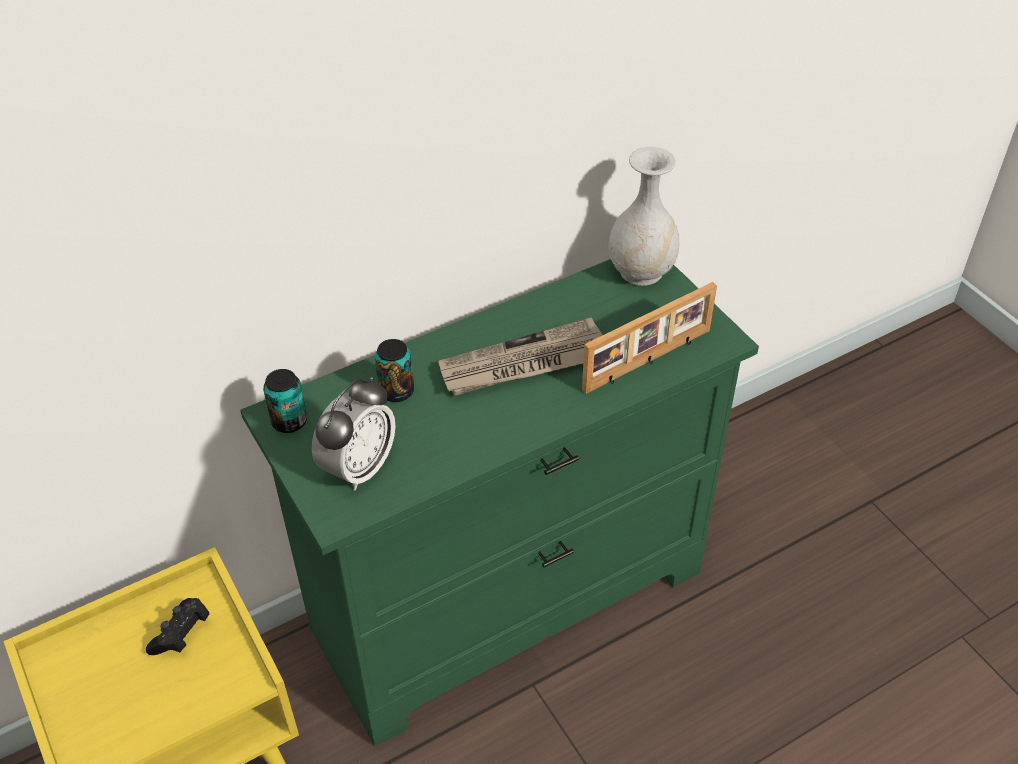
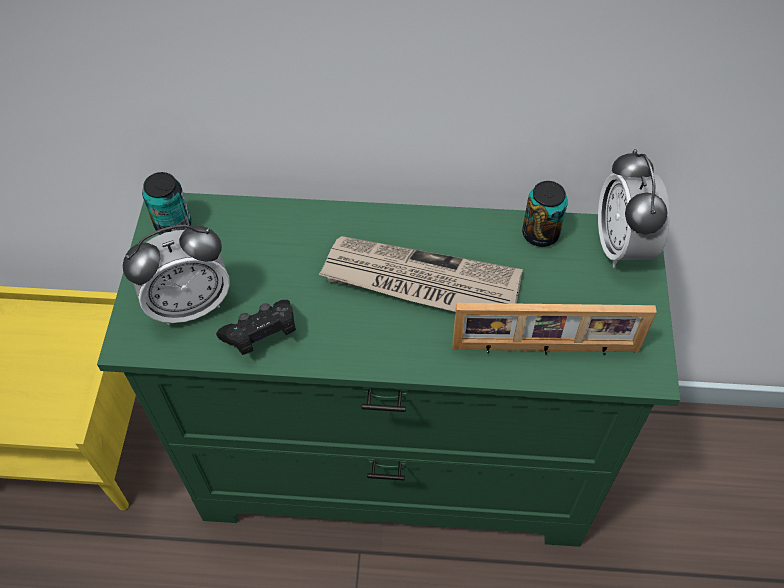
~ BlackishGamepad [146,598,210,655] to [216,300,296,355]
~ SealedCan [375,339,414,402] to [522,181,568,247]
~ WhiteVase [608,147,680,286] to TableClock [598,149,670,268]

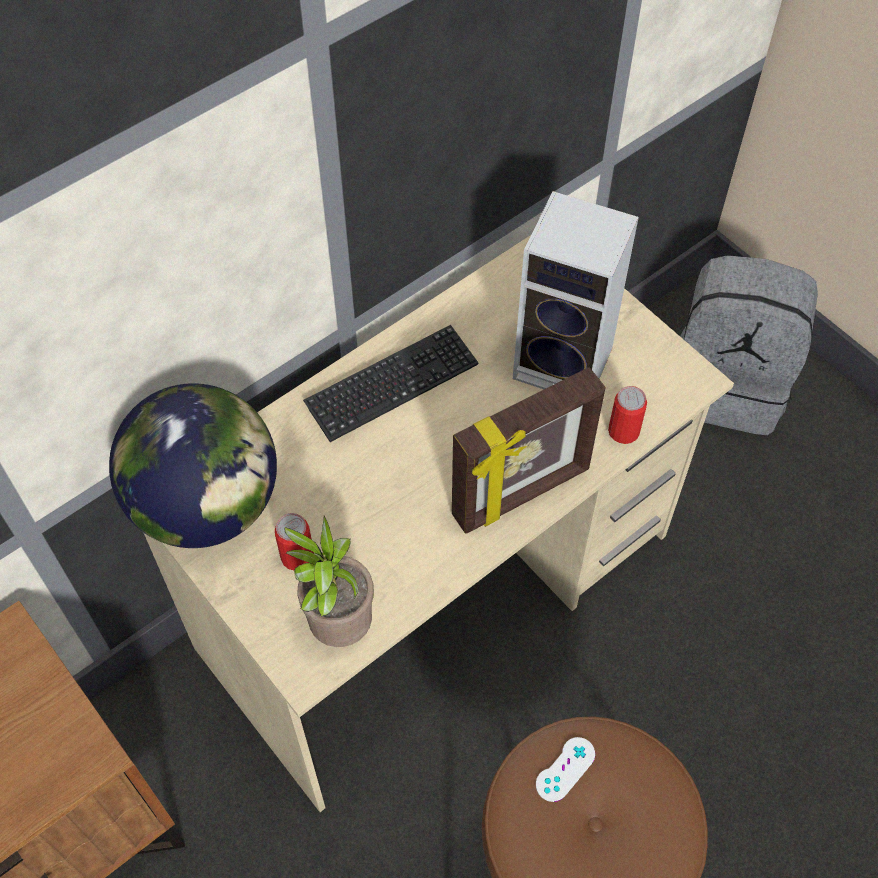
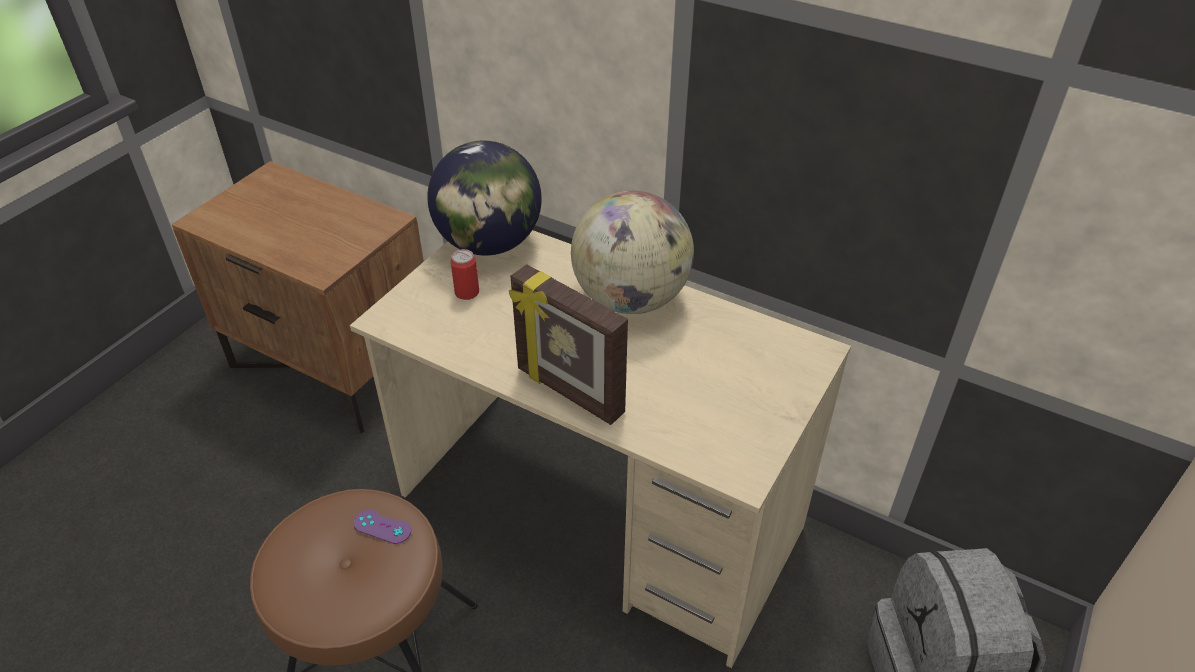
- PlantInAPot [285,516,374,647]
- Speaker [513,191,639,389]
- SealedCan [608,386,647,444]
~ Keyboard [303,325,478,442] to WorldGlobe [571,191,694,314]
~ WhiteGamepad [536,737,595,802] to PurpleGamepad [353,510,411,544]

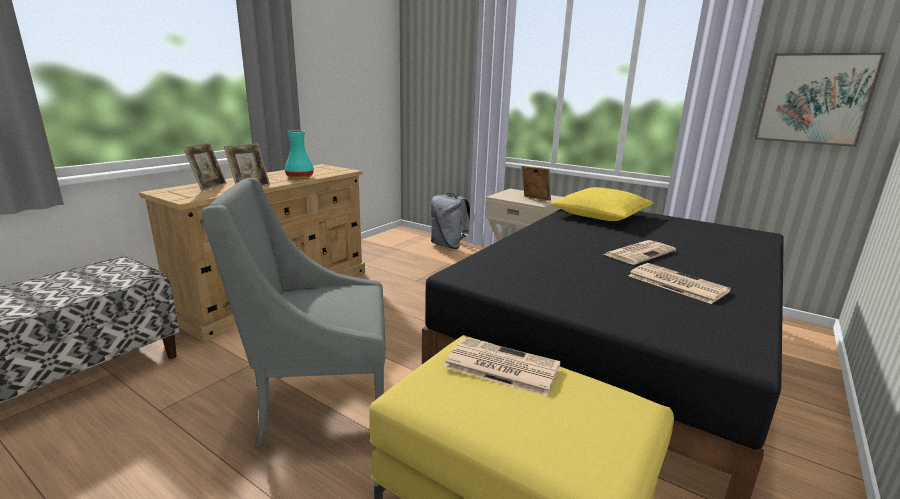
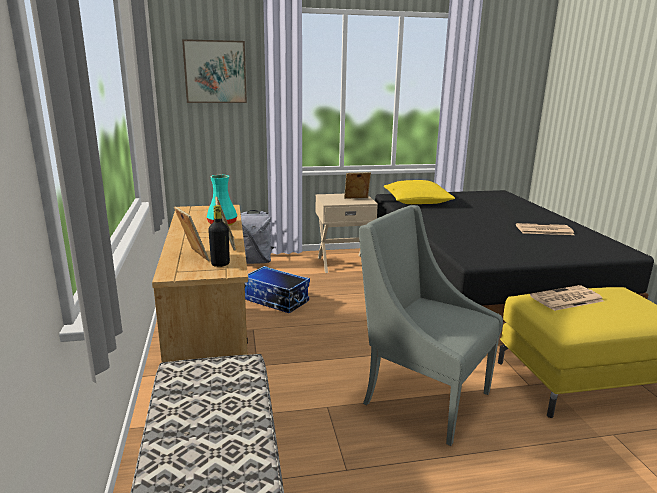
- DailyPaper [602,240,676,265]
+ BlackishBottle [208,205,230,267]
+ StorageBox [245,266,310,313]
~ Picture [754,53,885,147] to [182,39,247,103]
~ GreyLoungeChair [201,178,386,447] = [359,205,503,446] 90 degrees clockwise

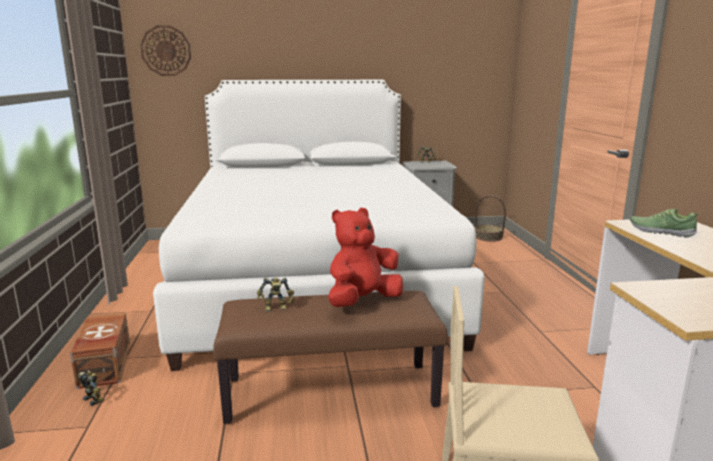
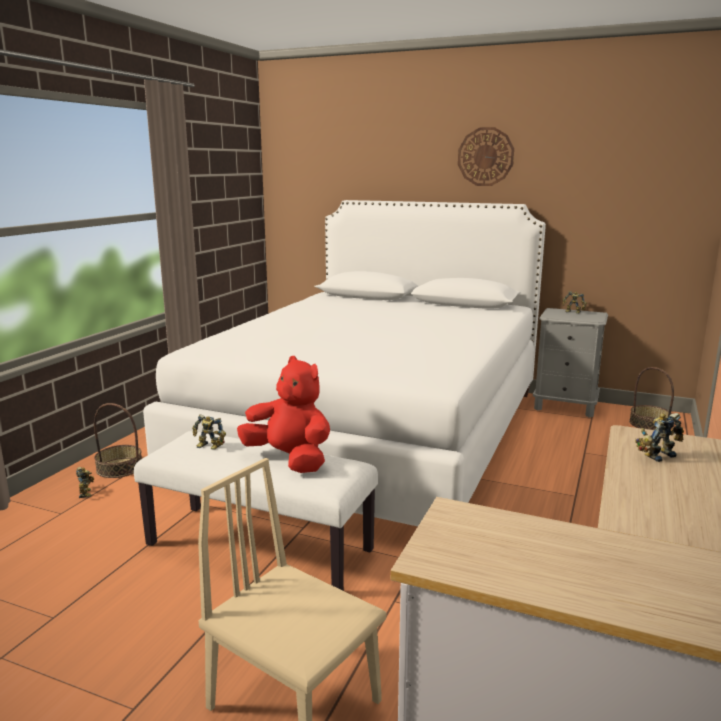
~ HangingClock [140,25,191,76] to [458,127,514,186]
~ BrownStorageBox [70,313,130,389] to HouseholdBasket [94,403,142,478]
~ Shoe [630,209,700,238] to ModelRobot [635,413,684,462]
~ BrownLongSeat [213,291,448,424] to WhiteLongSeat [134,431,378,591]
~ ReddishPlushToy [328,207,404,307] = [237,356,330,473] 45 degrees clockwise

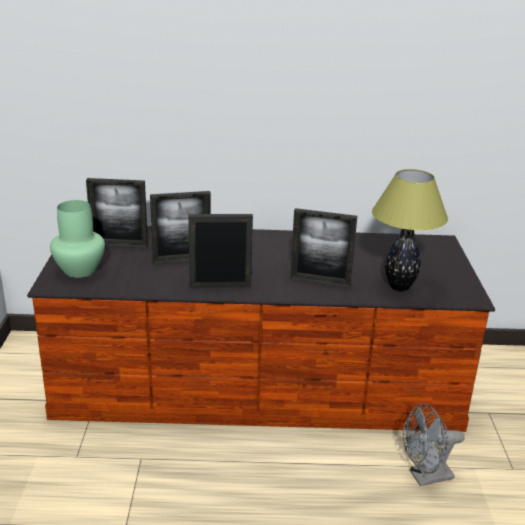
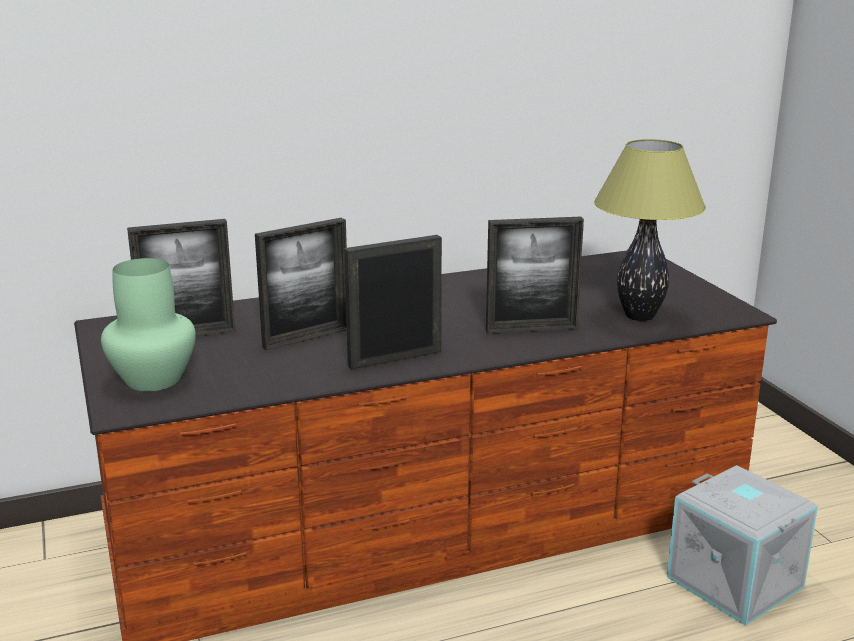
~ GreyElectricFan [403,403,465,486] to GreyStorageBox [667,465,818,626]

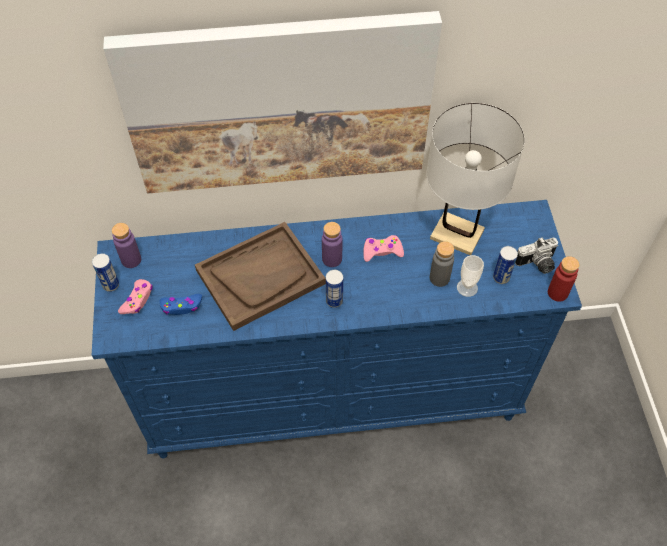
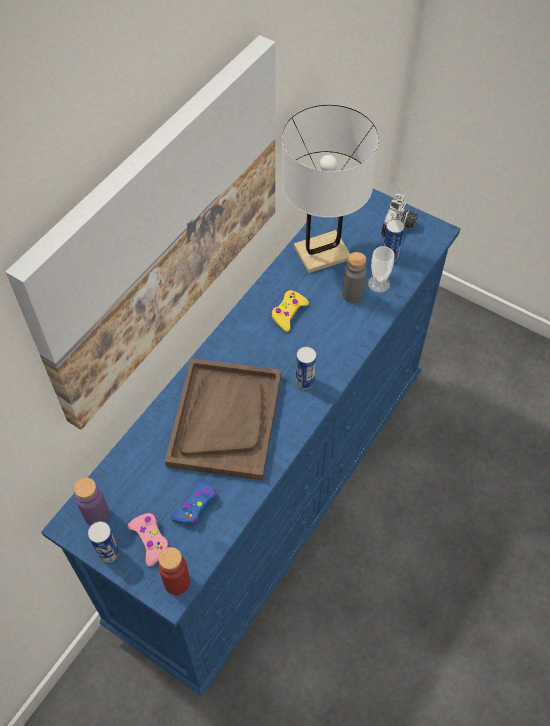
- PurpleBottle [322,222,343,267]
~ ReddishBottle [548,256,579,302] to [159,547,190,595]
~ PinkColouredGamepad [363,235,404,262] to YellowColouredGamepad [271,290,309,332]

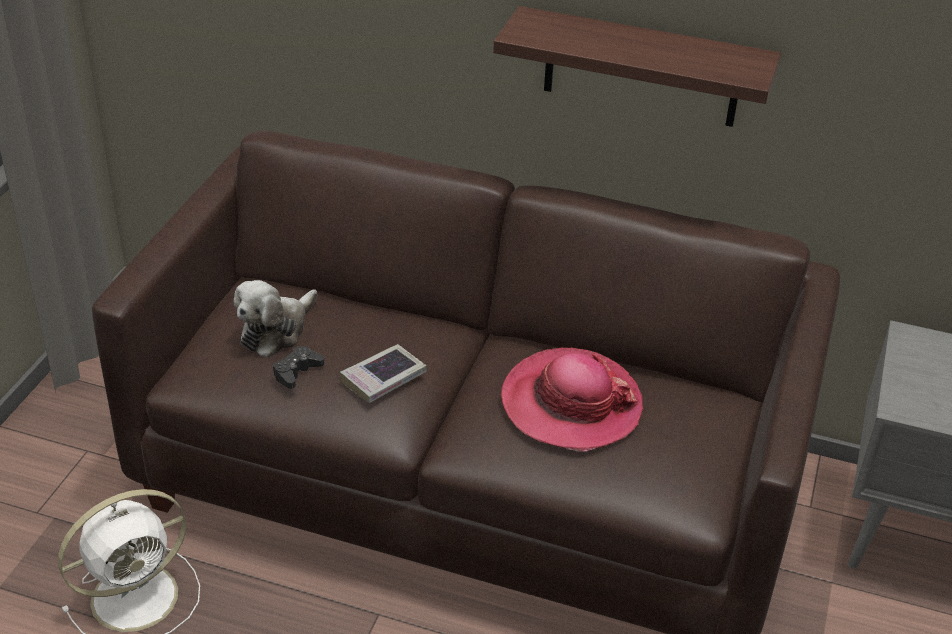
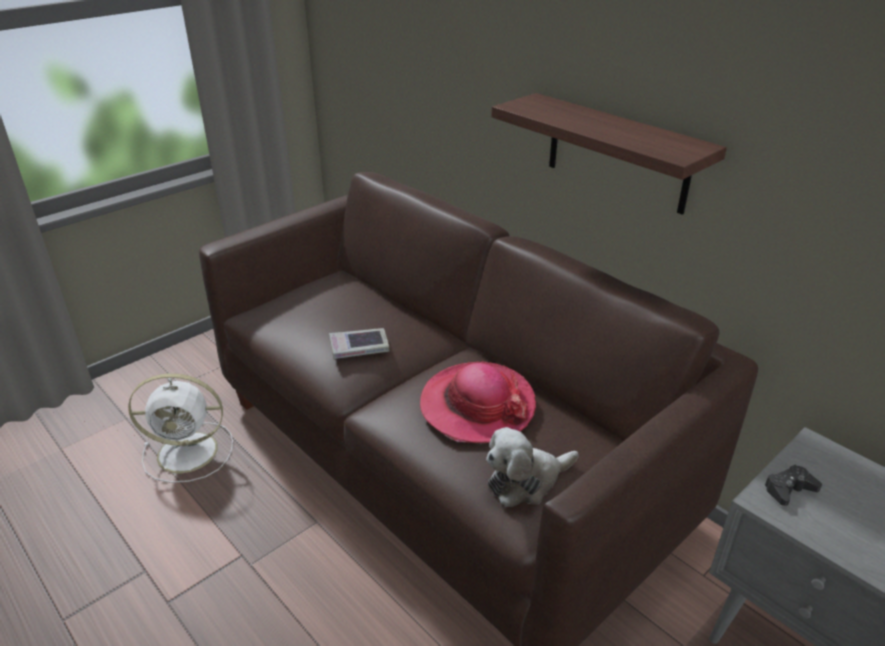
~ PlushToy [234,280,318,358] to [486,427,579,507]
~ BlackishGamepad [273,346,325,389] to [764,465,822,506]

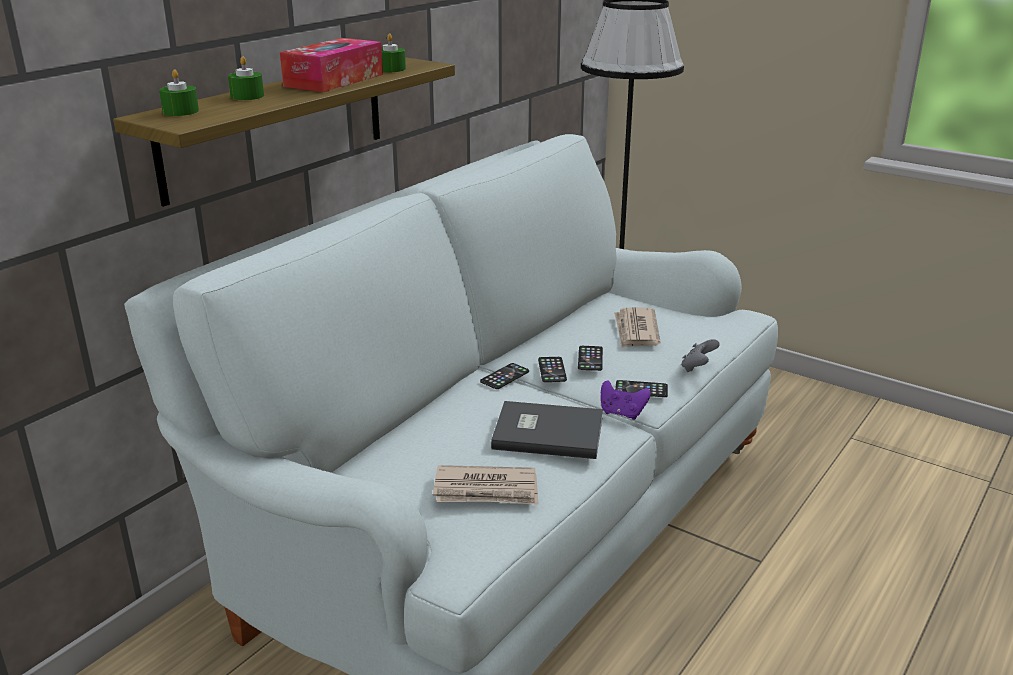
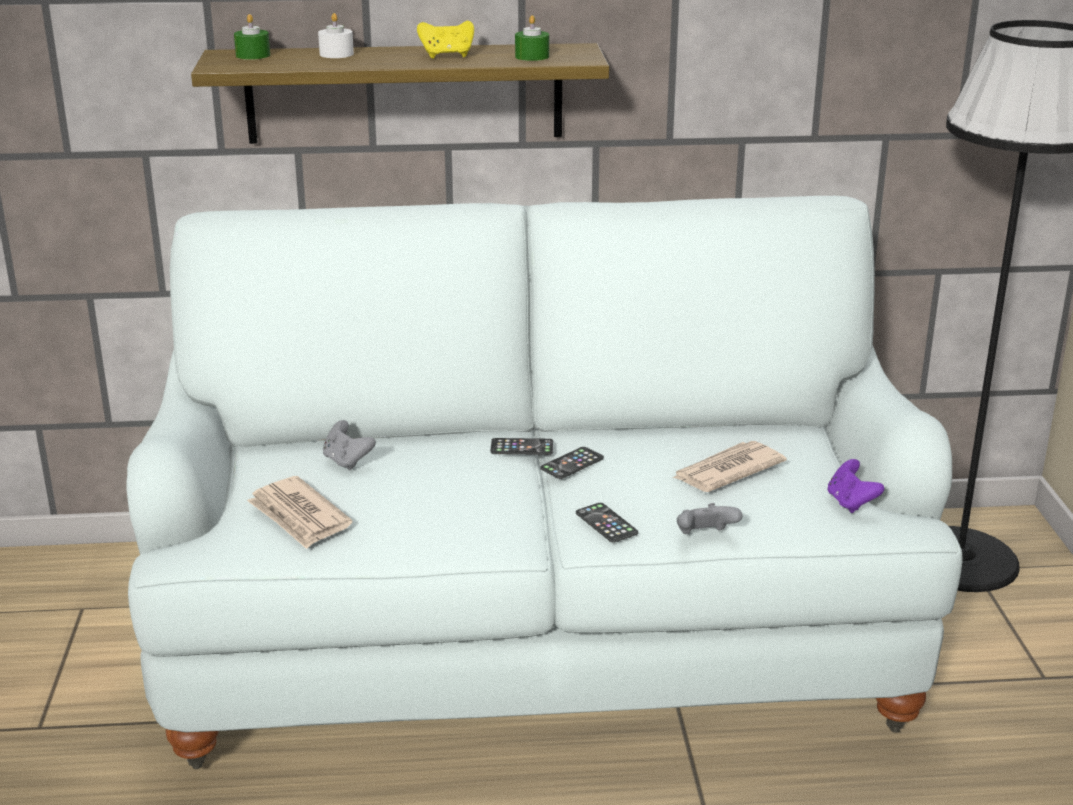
- GreyBook [491,401,603,459]
- Phone [578,346,603,371]
+ GreyGamepad [323,420,376,471]
~ PurpleGamepad [601,380,651,420] to [827,459,884,513]
~ TissueBox [280,38,383,92] to YellowColouredGamepad [417,21,474,59]
~ GreenishCandle [228,57,264,100] to WhiteCandle [318,13,354,58]

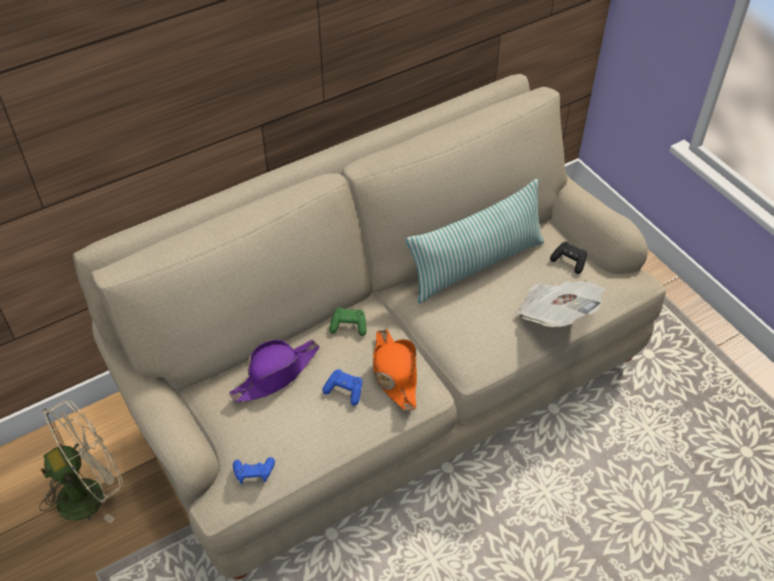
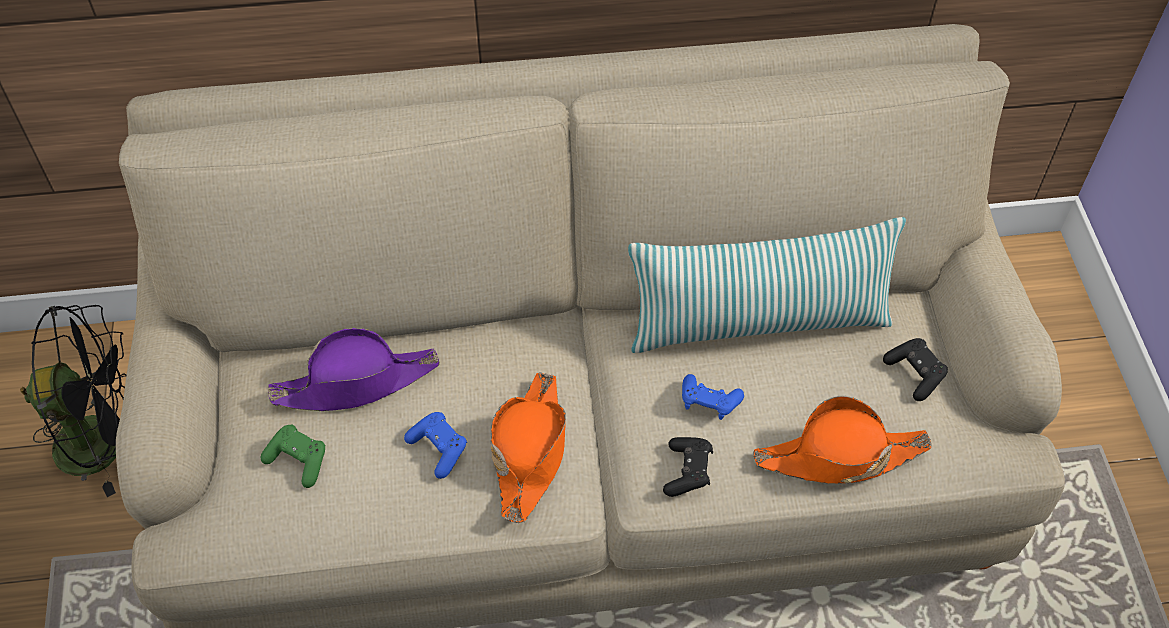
+ BlackishGamepad [663,437,713,497]
~ BlueColouredGamepad [233,457,275,484] to [682,374,744,420]
~ GreenishGamepad [329,308,367,336] to [261,425,326,488]
~ DailyPaper [515,281,605,327] to OrangeyWearableHat [753,396,932,483]
~ BeigeElectricFan [39,401,123,523] to BlackishElectricFan [20,305,127,497]

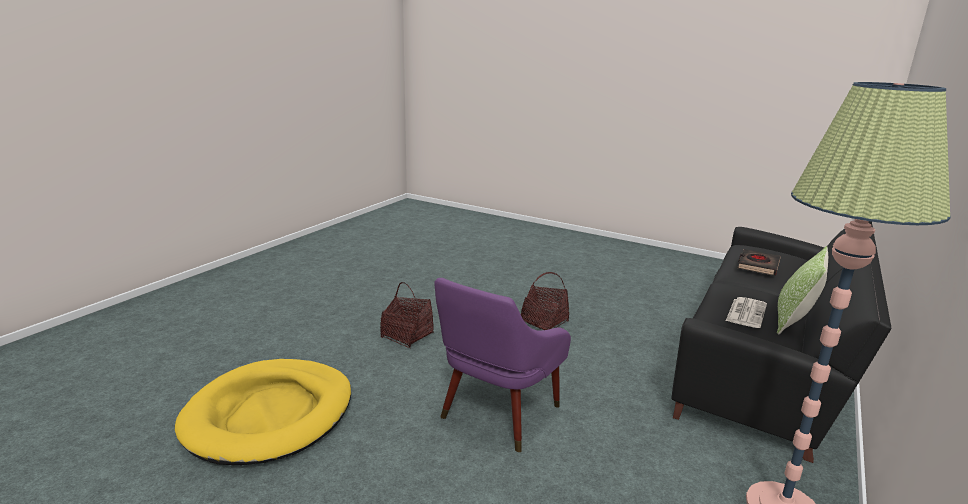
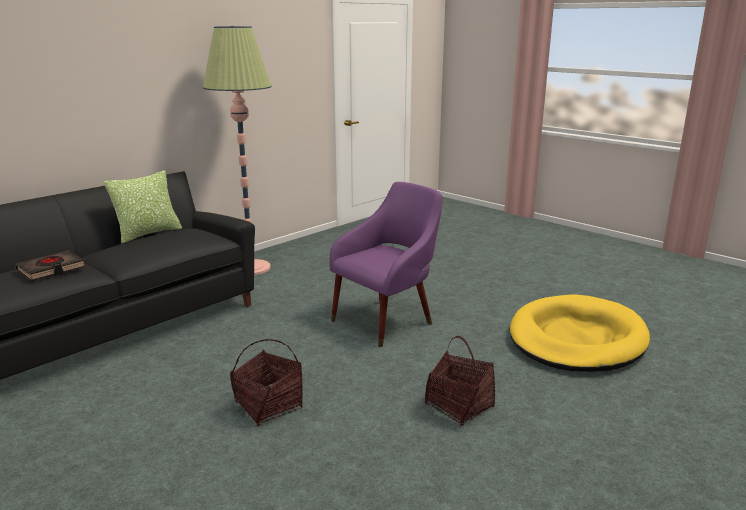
- DailyPaper [726,297,767,328]

